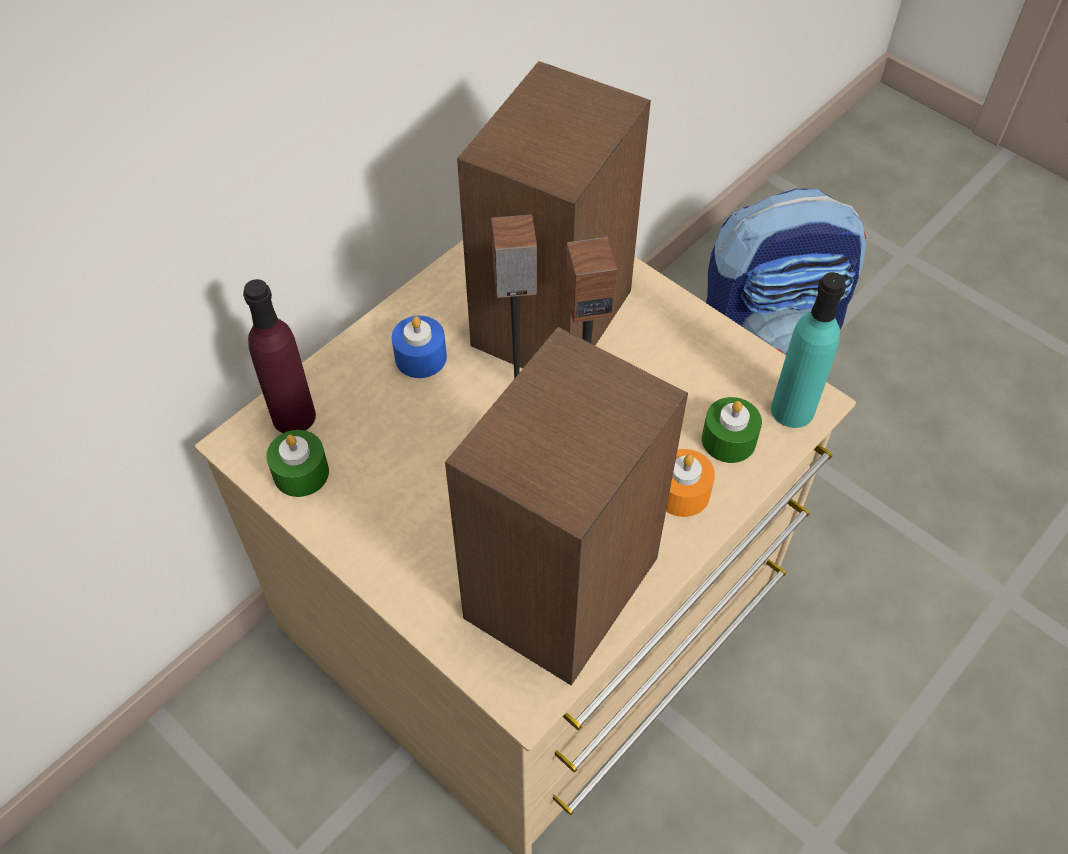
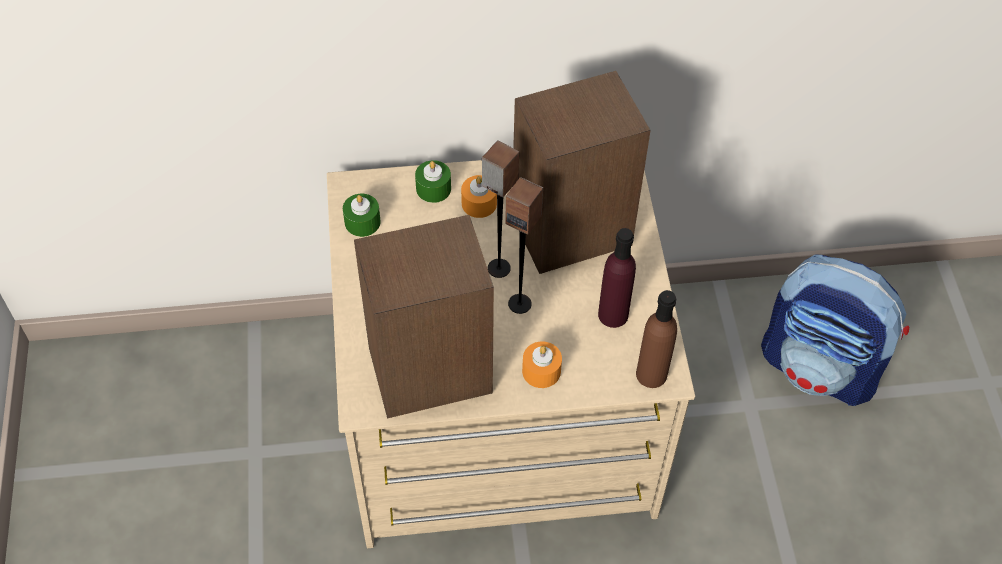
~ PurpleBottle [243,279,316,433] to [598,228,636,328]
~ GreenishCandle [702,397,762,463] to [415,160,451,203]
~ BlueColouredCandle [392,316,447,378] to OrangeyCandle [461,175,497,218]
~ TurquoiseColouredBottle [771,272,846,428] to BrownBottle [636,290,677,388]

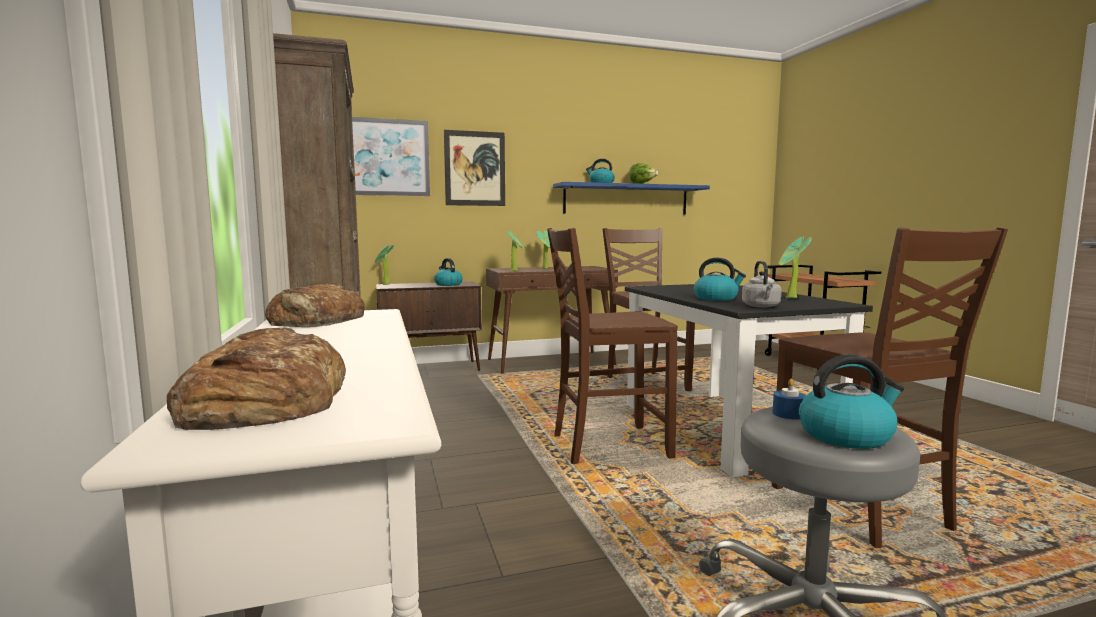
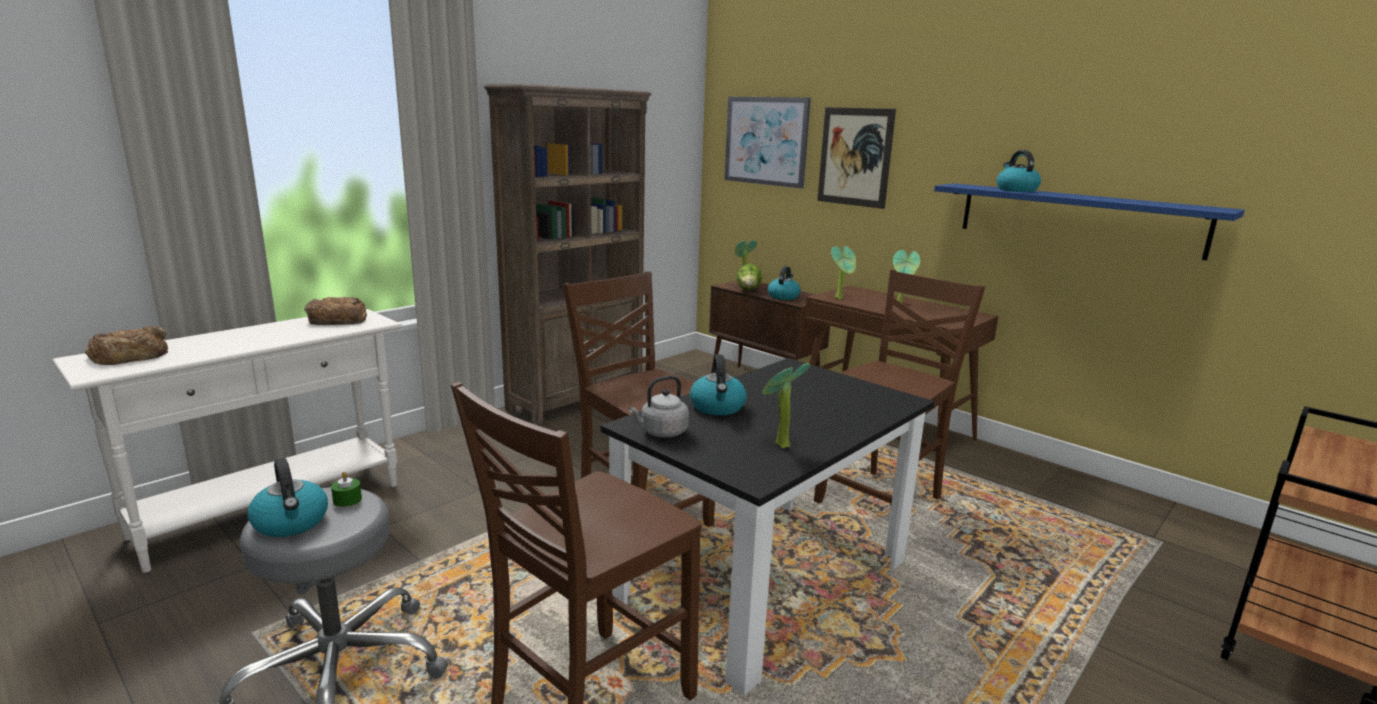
~ HeadOfLettuce [629,163,658,184] to [737,264,762,290]
~ BlueColouredCandle [772,378,806,419] to GreenishCandle [331,472,362,507]

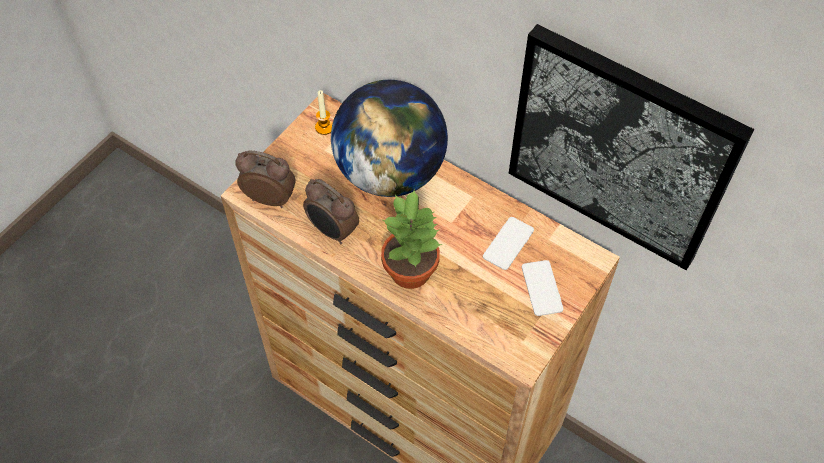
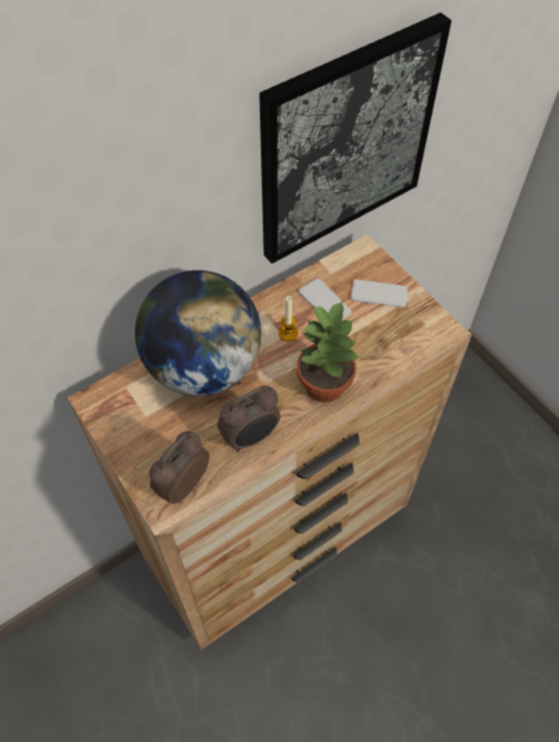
~ Candle [315,90,333,135] to [278,296,298,341]

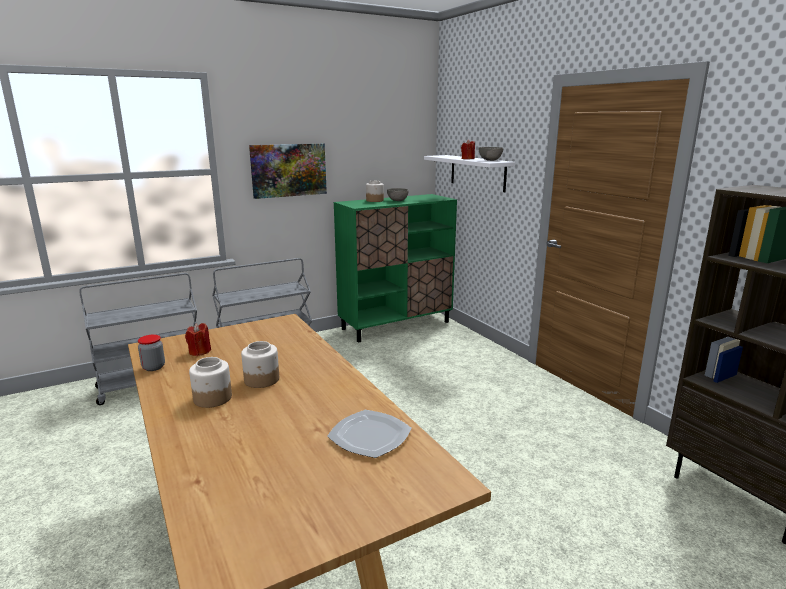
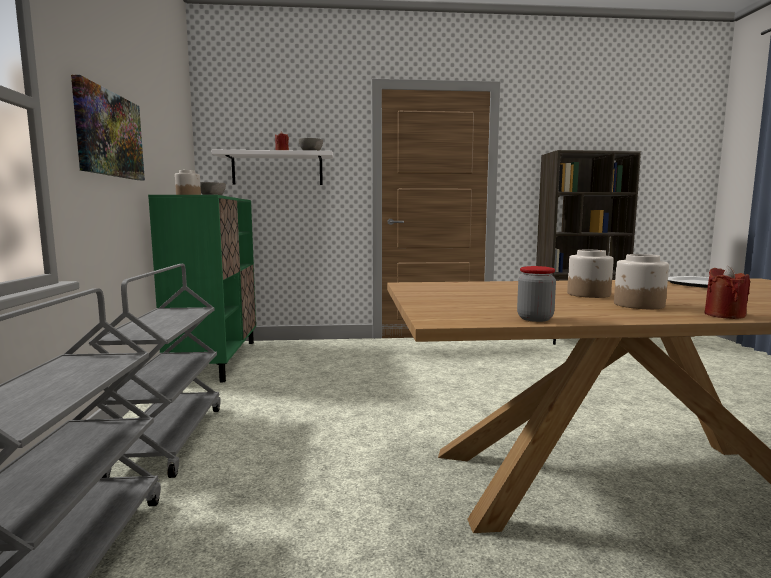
~ ReddishCandle [185,323,211,356] to [705,266,750,319]

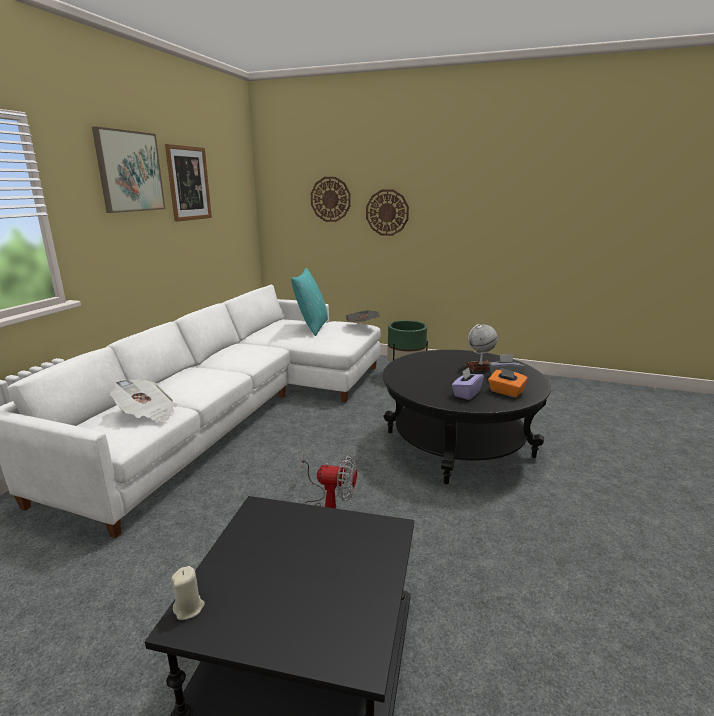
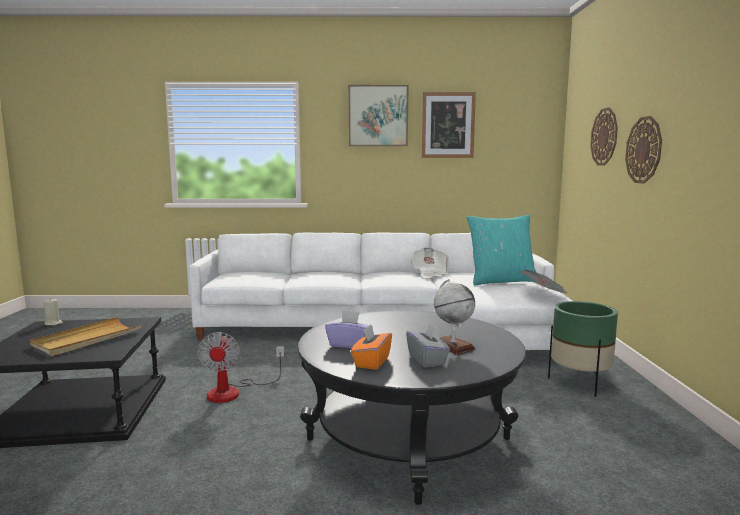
+ BeigeCarryingTray [30,317,142,356]
~ DailyPaper [110,379,177,423] to [411,247,449,277]

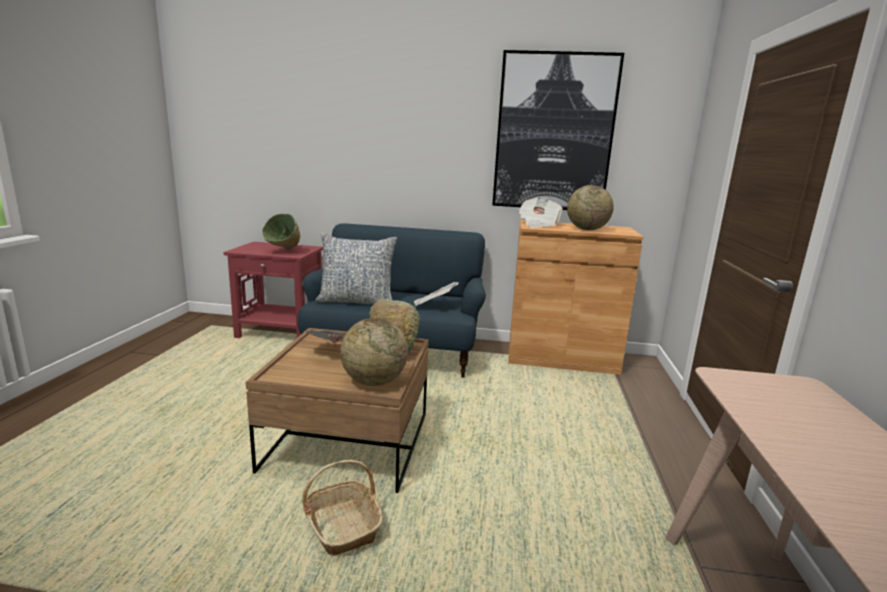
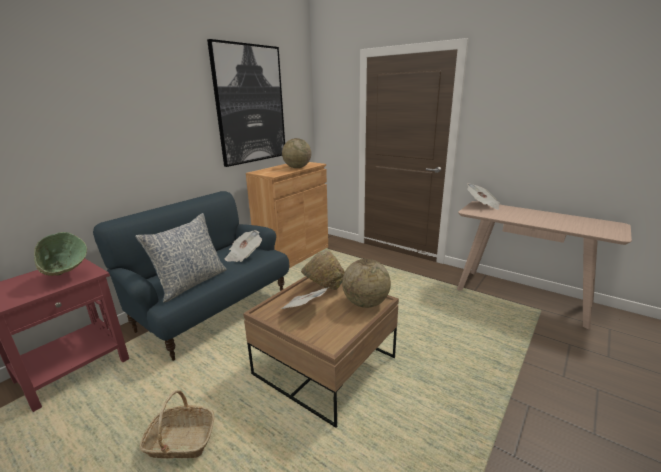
~ HouseholdBasket [302,460,383,556] to [139,390,215,459]
~ DailyPaper [518,197,563,228] to [467,183,500,210]

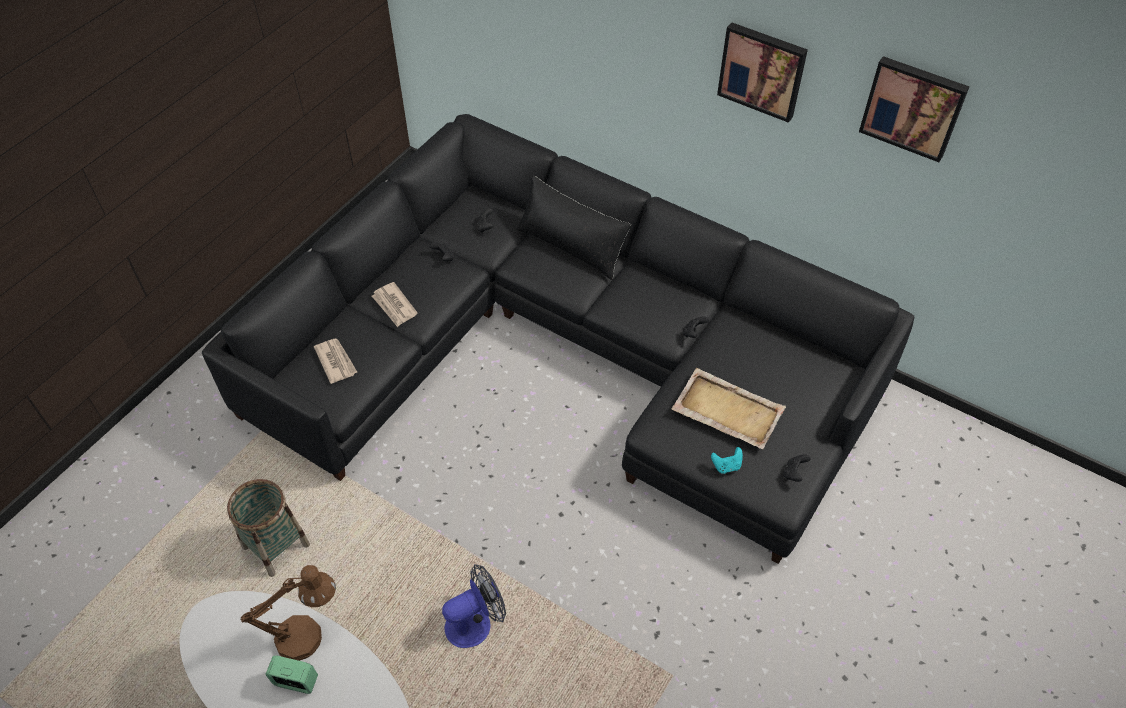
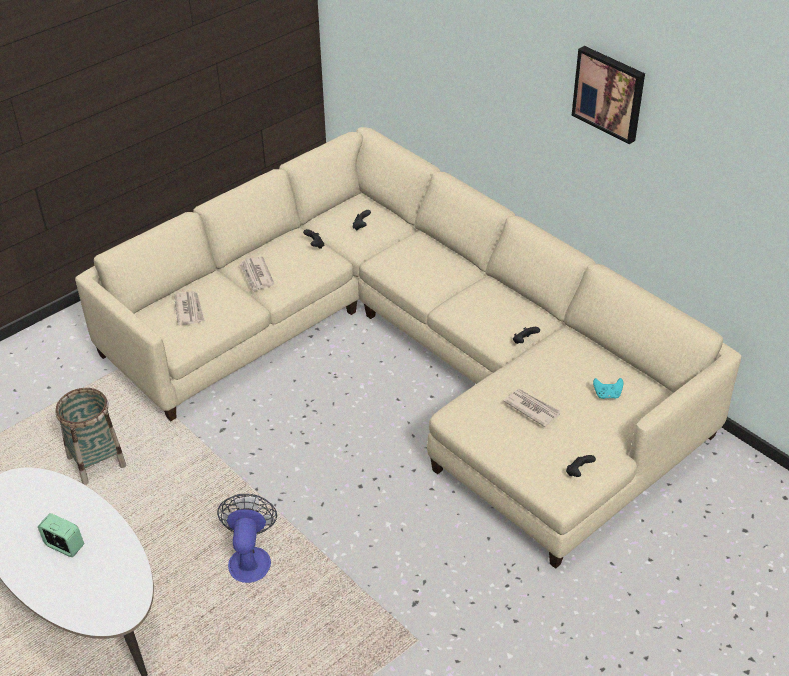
- BrownLampForATable [241,565,336,661]
- BlackishThrowPillow [517,175,631,280]
- Picture [859,56,969,162]
~ TurquoiseColouredGamepad [711,447,743,474] to [593,378,623,399]
~ BeigeCarryingTray [671,368,786,449] to DailyPaper [504,389,561,427]
~ BlackishCouch [202,114,915,564] to BeigeCouch [75,127,741,569]
~ ElectricFan [442,564,506,648] = [217,494,277,583] 75 degrees counterclockwise

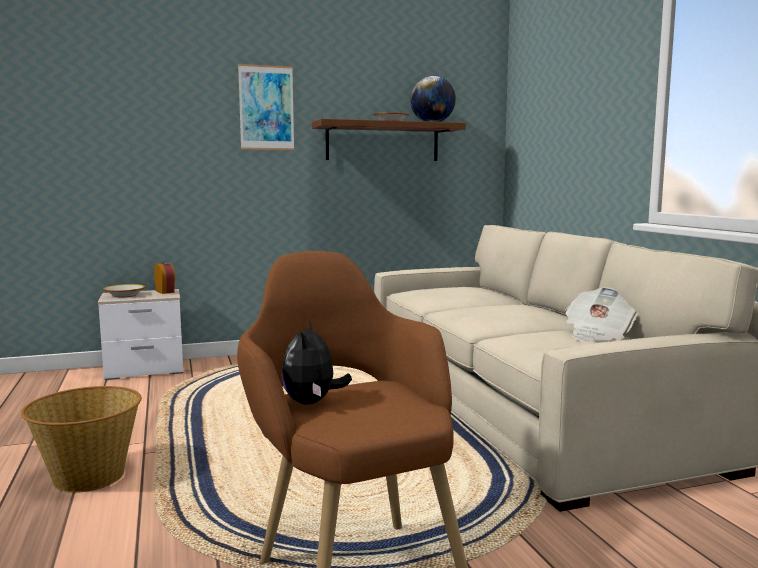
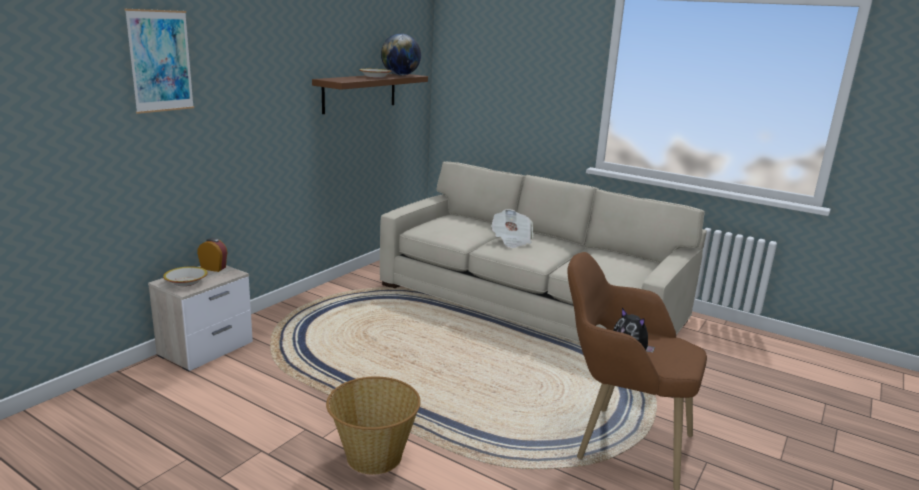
~ Picture [238,64,294,150] to [125,9,194,114]
~ DailyPaper [565,287,638,342] to [491,209,533,248]

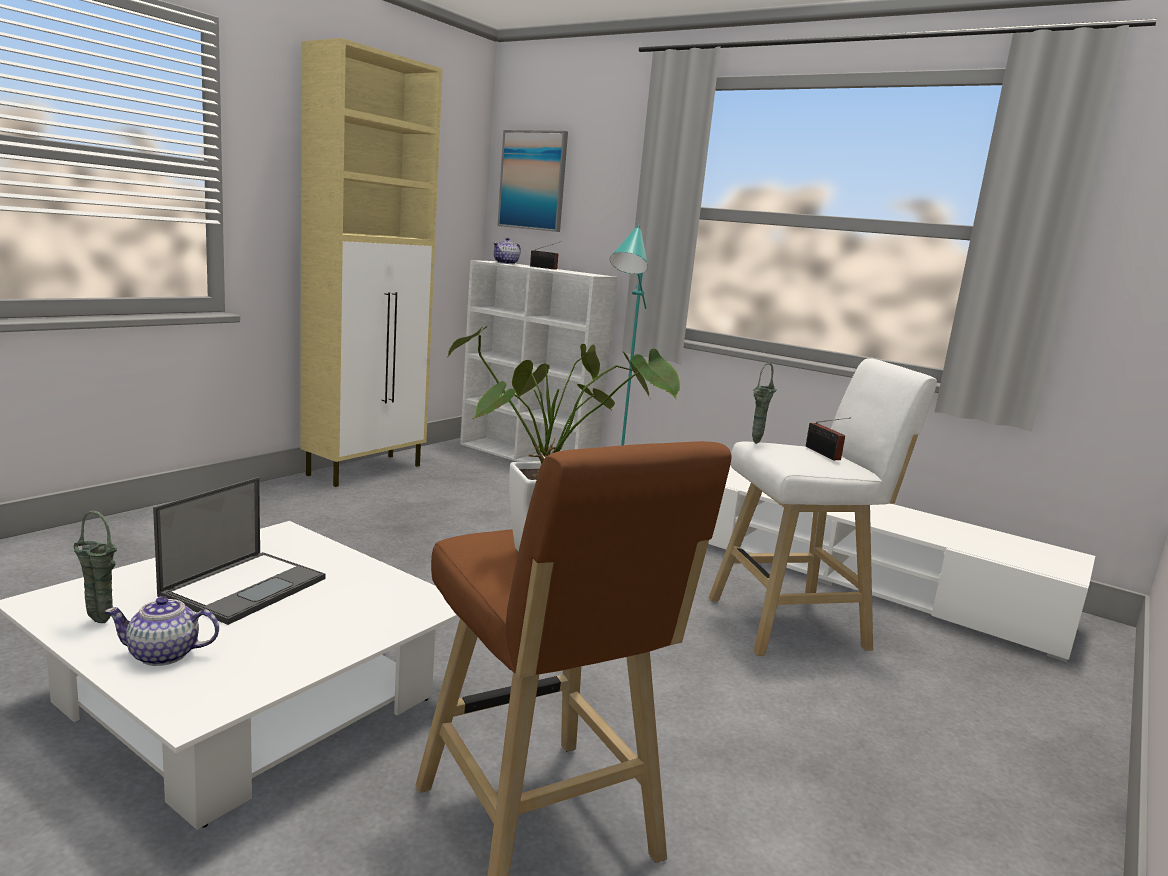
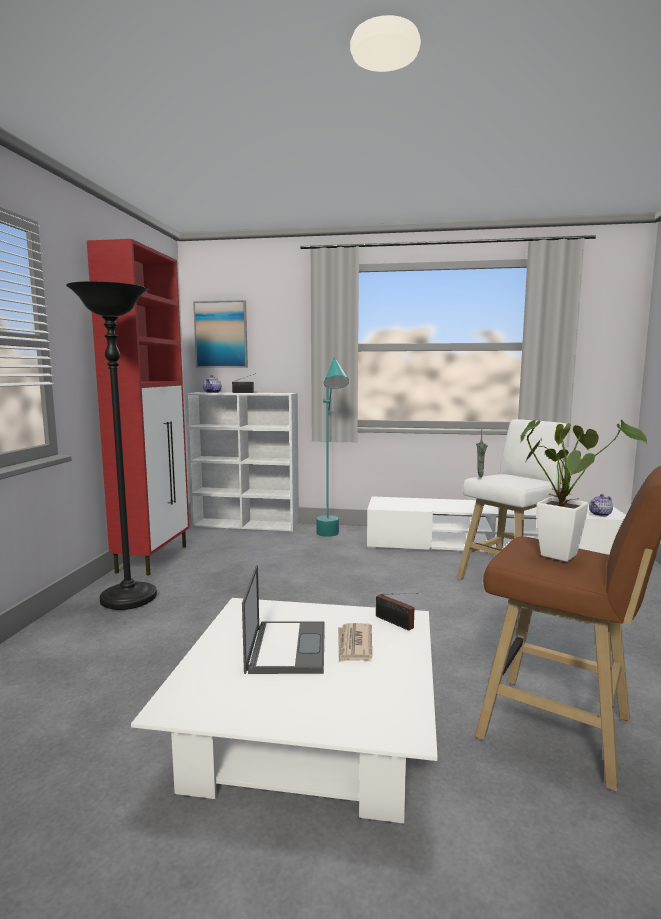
- GreenishVase [73,511,117,623]
+ BlackishStandingLamp [66,281,157,610]
+ DailyPaper [338,623,372,662]
~ Teapot [104,596,219,666] to [589,494,613,516]
~ Radio [806,417,851,460] to [376,593,418,631]
~ BeigeStorageCabinet [301,38,443,487] to ReddishStorageCabinet [87,239,189,575]

